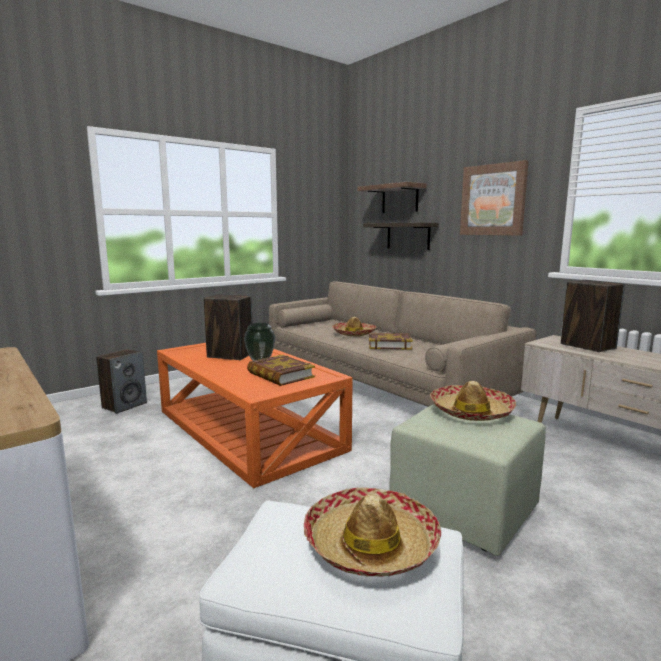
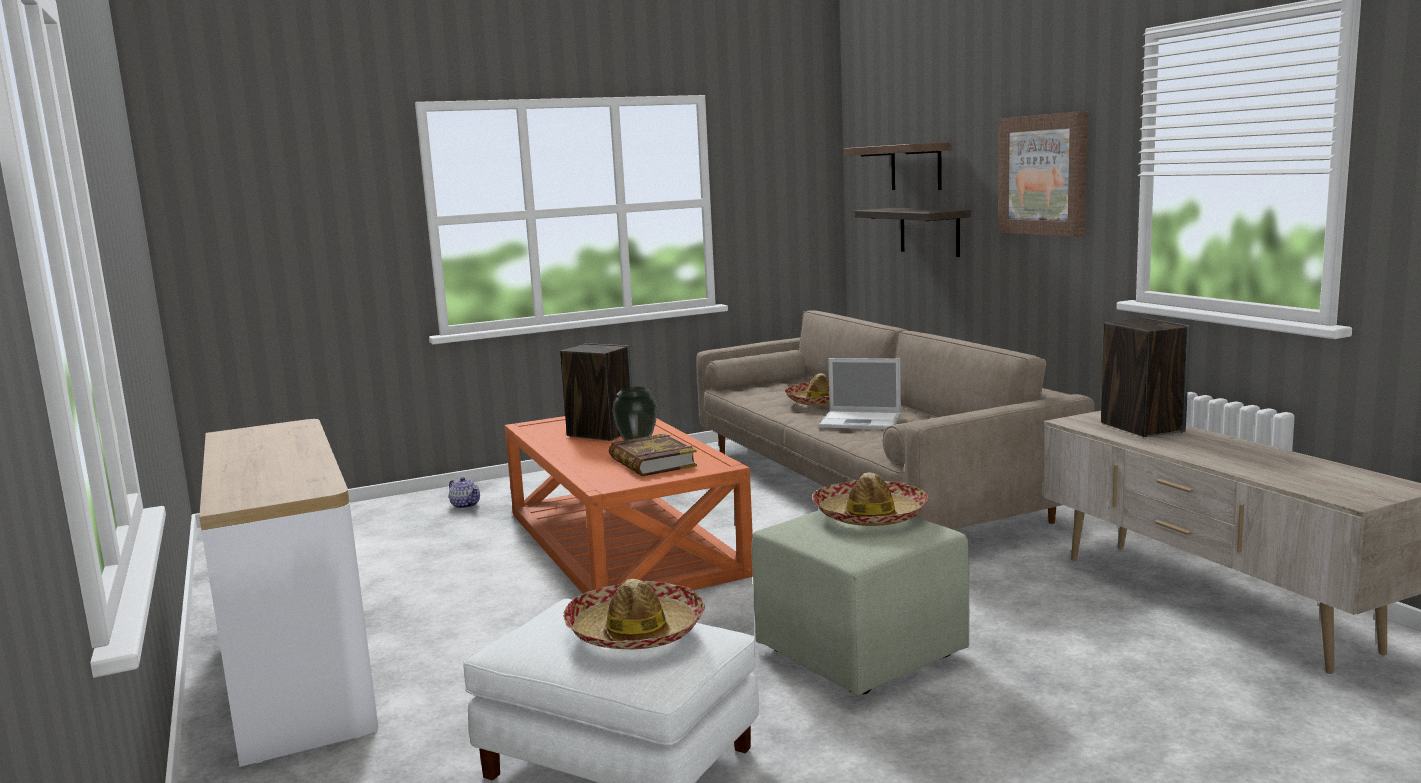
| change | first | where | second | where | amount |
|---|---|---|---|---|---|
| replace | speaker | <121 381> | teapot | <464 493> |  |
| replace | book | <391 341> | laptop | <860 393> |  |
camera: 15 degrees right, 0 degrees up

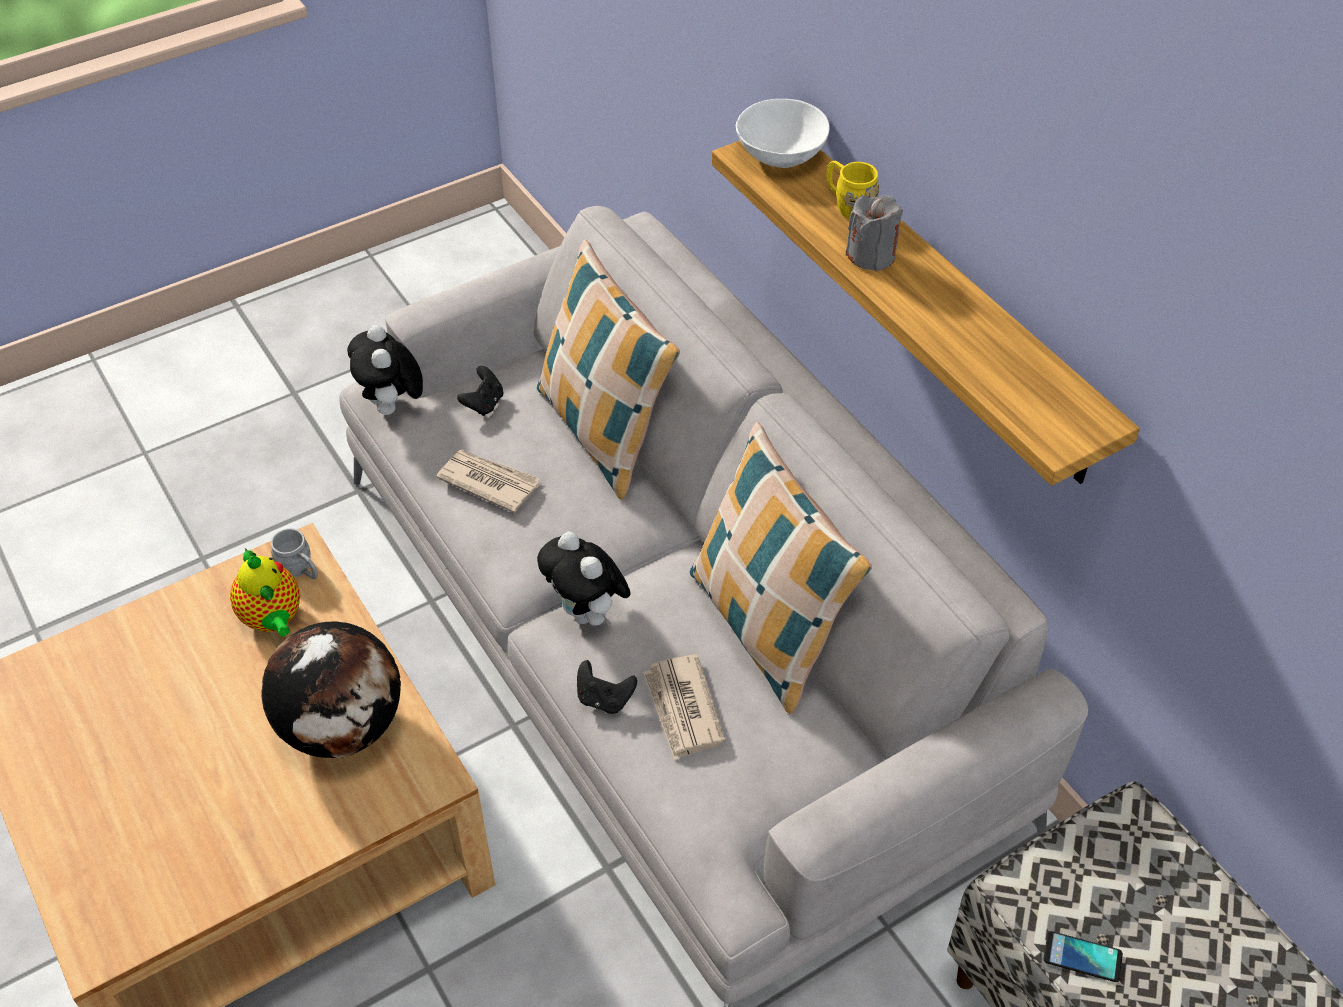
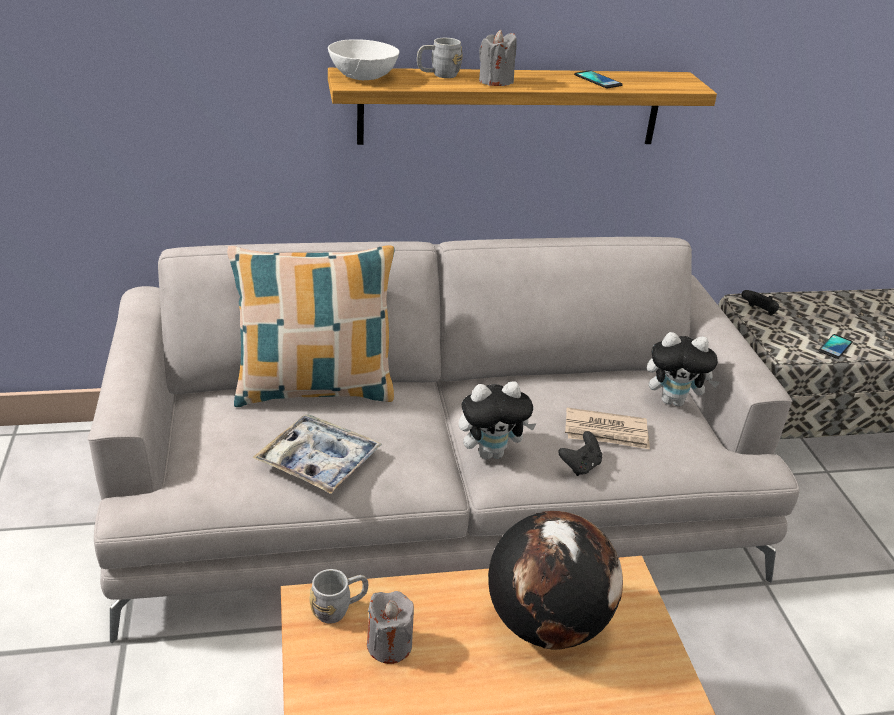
| change | first | where | second | where | amount |
|---|---|---|---|---|---|
| replace | teapot | <265 592> | grey candle | <390 627> |  |
| move | plush toy | <385 370> |  | <683 369> |  |
| replace | newspaper | <488 481> | tray | <317 454> |  |
| move | black game controller | <480 391> |  | <760 302> |  |
| delete | pillow | <781 568> |  |  |  |
| recolor | yellow mug | <853 189> | grey mug | <439 58> |  |
| insert |  |  | phone | <598 79> |  |
camera: 70 degrees left, 15 degrees down

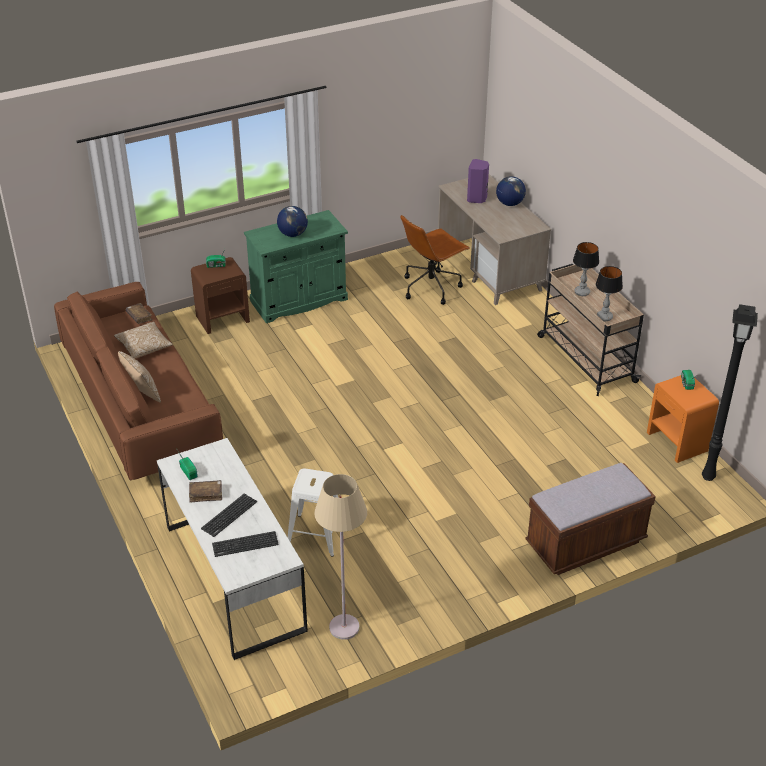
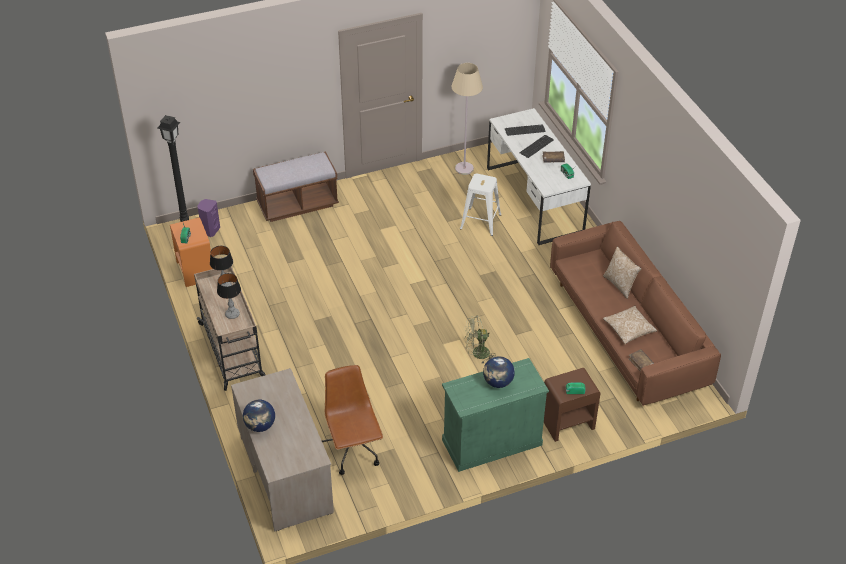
| change | first | where | second | where | amount |
|---|---|---|---|---|---|
| rotate | brown office chair | <435 260> |  | <352 420> | 75 degrees counterclockwise |
| move | purple speaker | <478 181> |  | <208 218> |  |
| insert |  |  | green fan | <480 340> |  |
camera: 175 degrees left, 5 degrees up

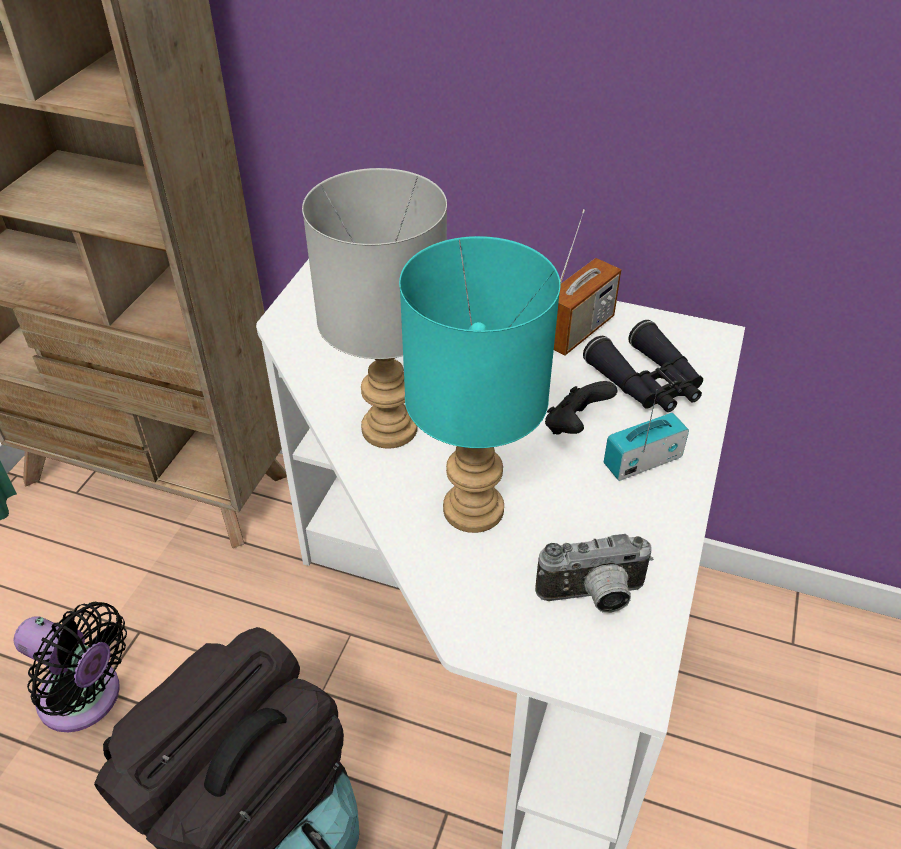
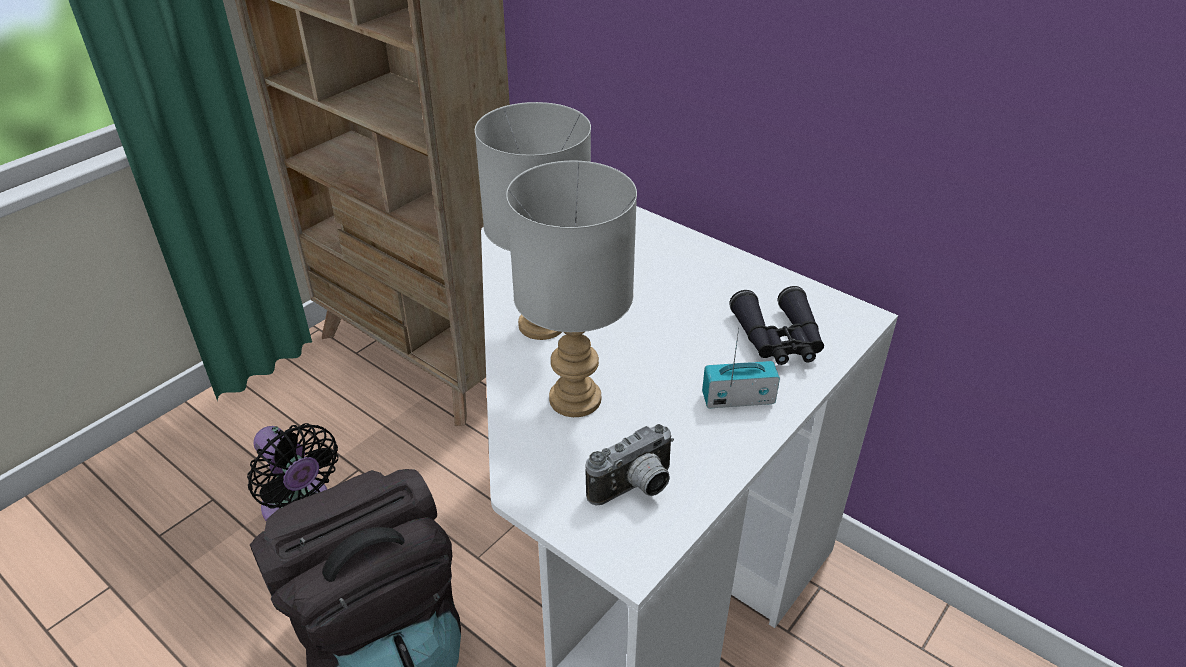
| change | first | where | second | where | amount |
|---|---|---|---|---|---|
| recolor | turquoise table lamp | <480 384> | grey table lamp | <571 289> |  |
| rotate | photo camera | <594 573> |  | <630 464> | 45 degrees counterclockwise |
| delete | black game controller | <581 408> |  |  |  |
| delete | radio | <587 282> |  |  |  |
camera: 20 degrees right, 5 degrees down

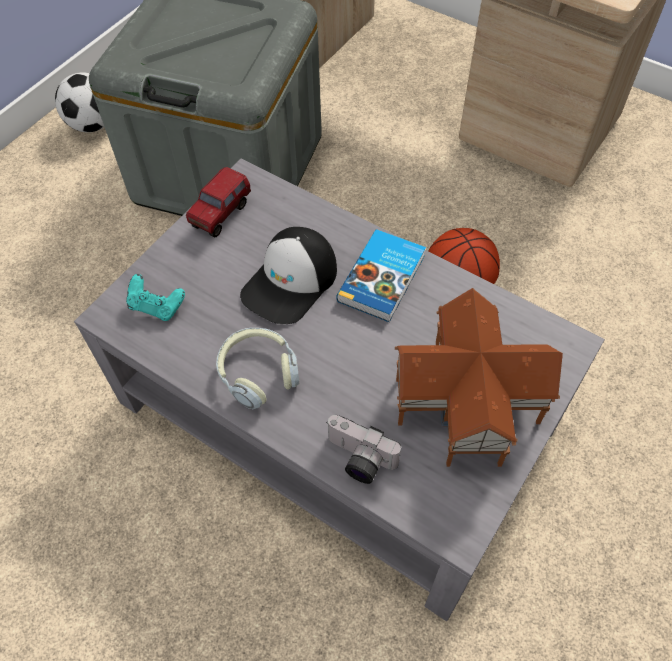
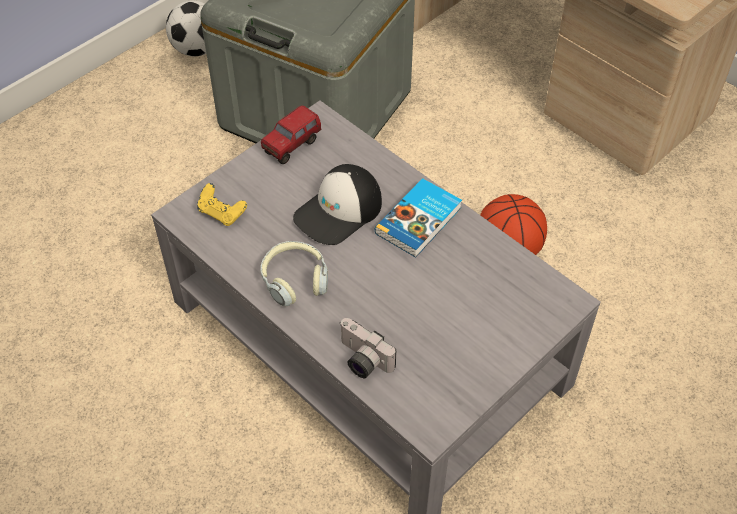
| change | first | where | second | where | amount |
|---|---|---|---|---|---|
| recolor | turquoise game controller | <155 297> | yellow game controller | <222 204> |  |
| delete | toy house | <479 377> |  |  |  |
camera: 10 degrees right, 5 degrees down

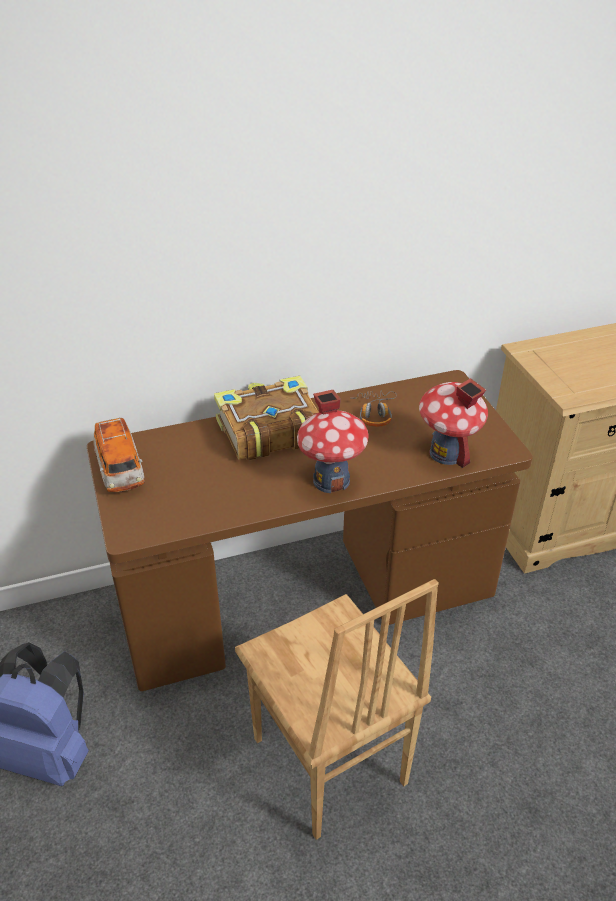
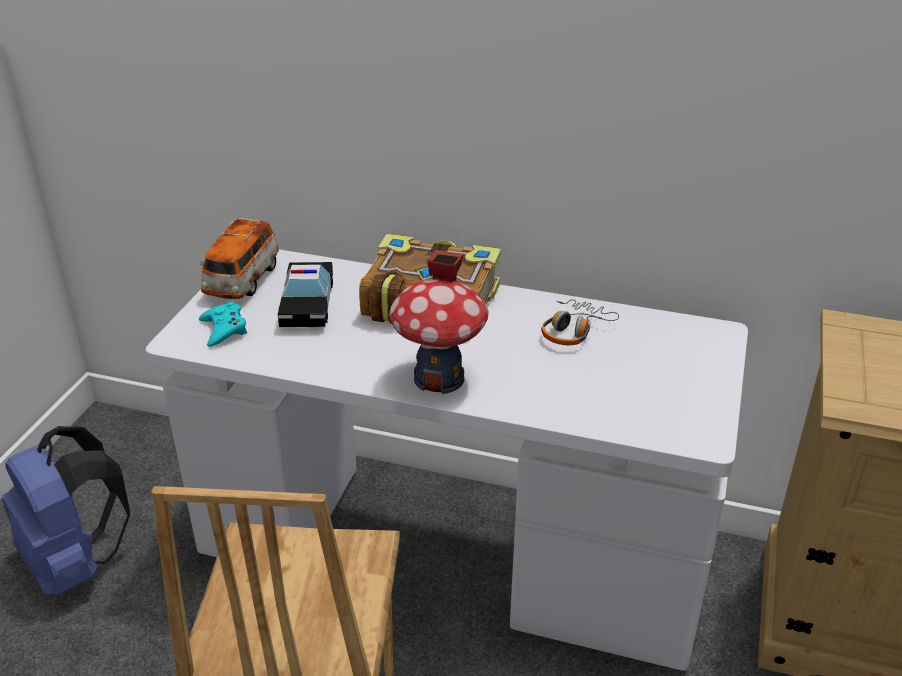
| change | first | where | second | where | amount |
|---|---|---|---|---|---|
| recolor | brown desk | <310 530> | white desk | <447 460> |  |
| delete | toy house | <453 423> |  |  |  |
| insert |  |  | turquoise game controller | <223 324> |  |
| insert |  |  | toy car | <305 294> |  |
camera: 35 degrees right, 5 degrees down

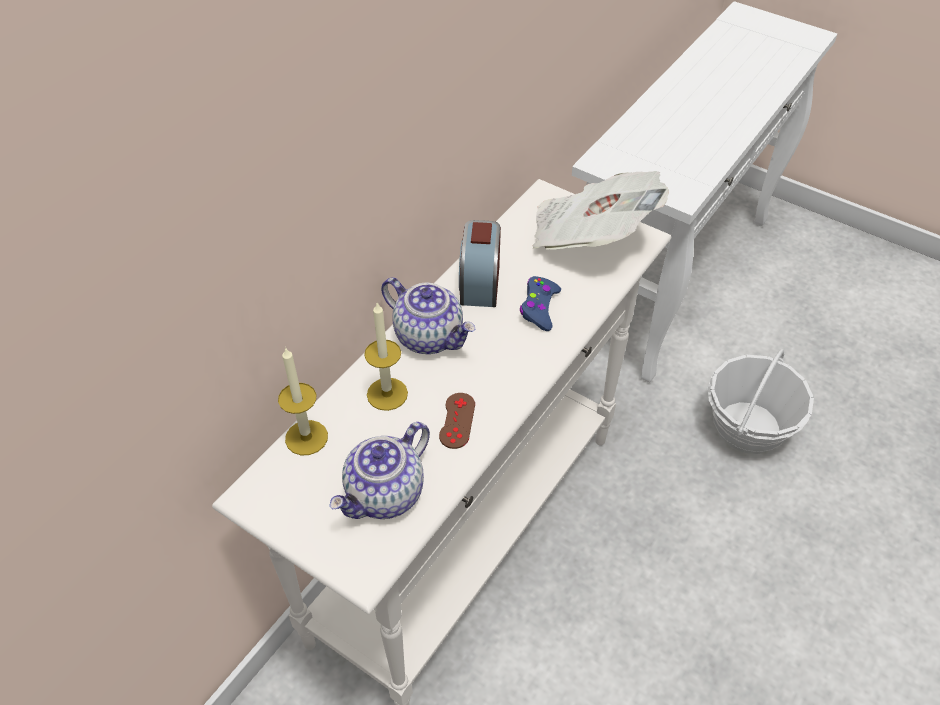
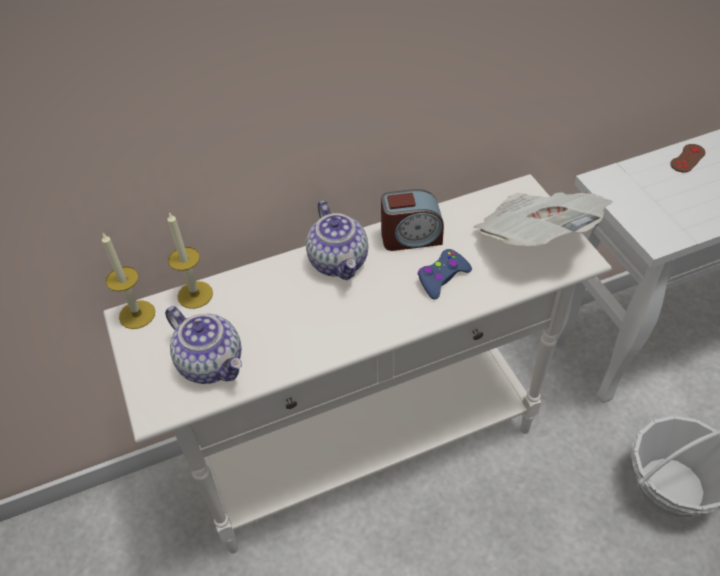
| change | first | where | second | where | amount |
|---|---|---|---|---|---|
| rotate | teapot | <379 470> |  | <203 345> | 120 degrees counterclockwise |
| move | candle | <386 356> |  | <128 281> |  |
| move | brown game controller | <457 421> |  | <688 158> |  |
| rotate | alarm clock | <480 263> |  | <412 220> | 135 degrees counterclockwise |
camera: 35 degrees right, 0 degrees up

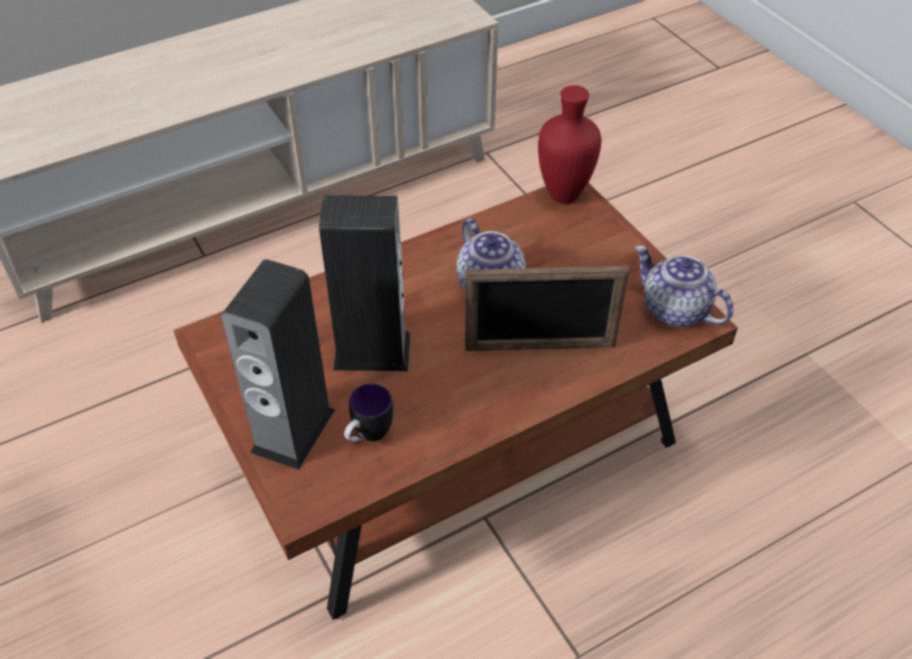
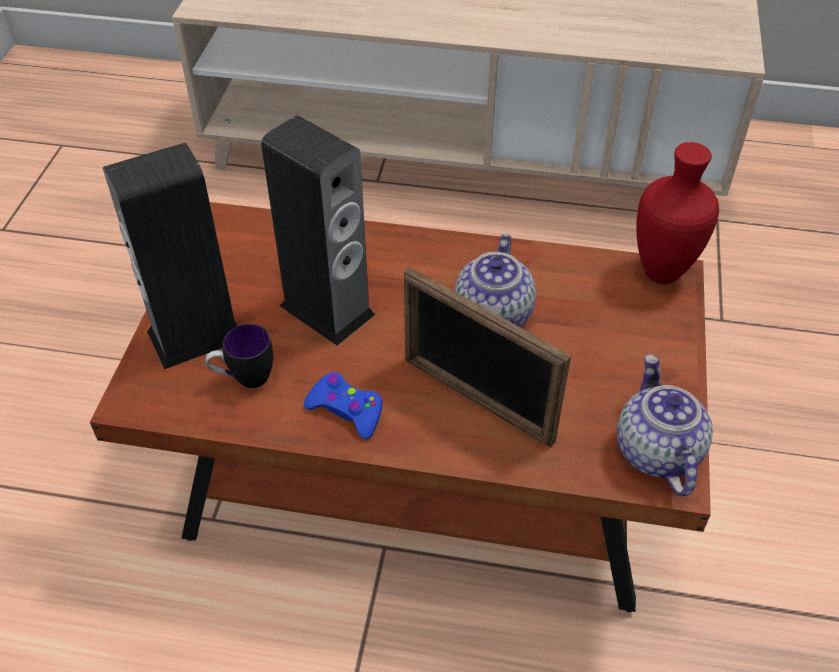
| change | first | where | second | where | amount |
|---|---|---|---|---|---|
| insert |  |  | blue game controller | <343 405> |  |
camera: 40 degrees right, 0 degrees up

